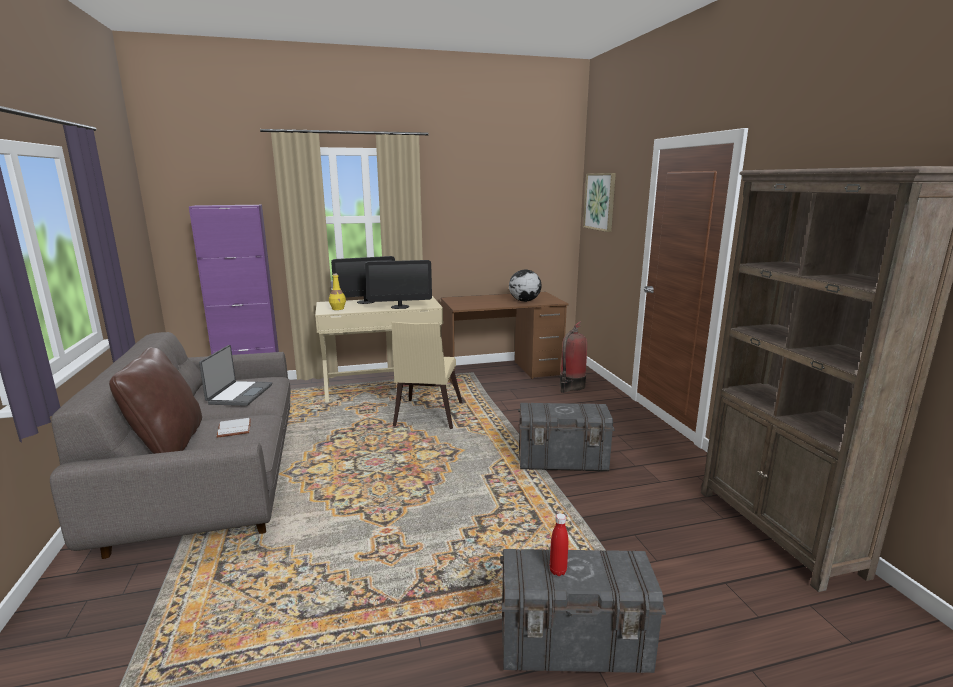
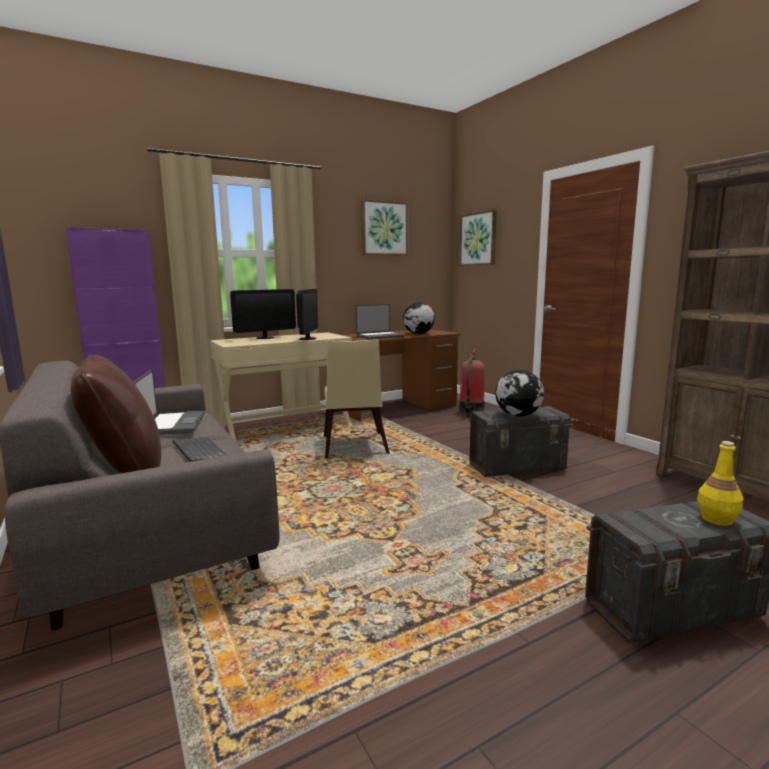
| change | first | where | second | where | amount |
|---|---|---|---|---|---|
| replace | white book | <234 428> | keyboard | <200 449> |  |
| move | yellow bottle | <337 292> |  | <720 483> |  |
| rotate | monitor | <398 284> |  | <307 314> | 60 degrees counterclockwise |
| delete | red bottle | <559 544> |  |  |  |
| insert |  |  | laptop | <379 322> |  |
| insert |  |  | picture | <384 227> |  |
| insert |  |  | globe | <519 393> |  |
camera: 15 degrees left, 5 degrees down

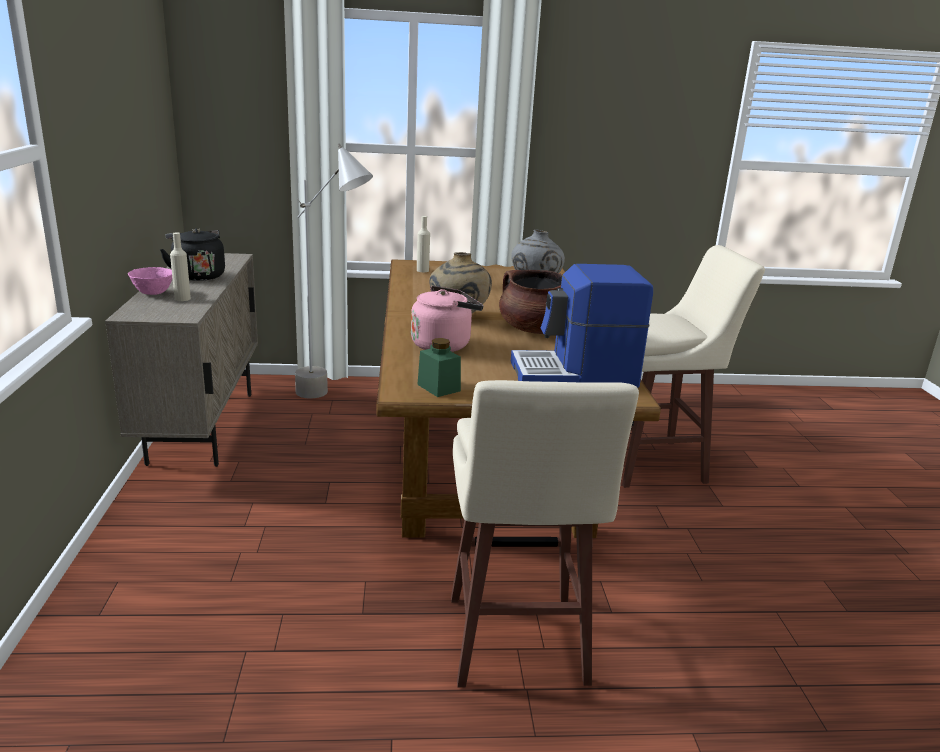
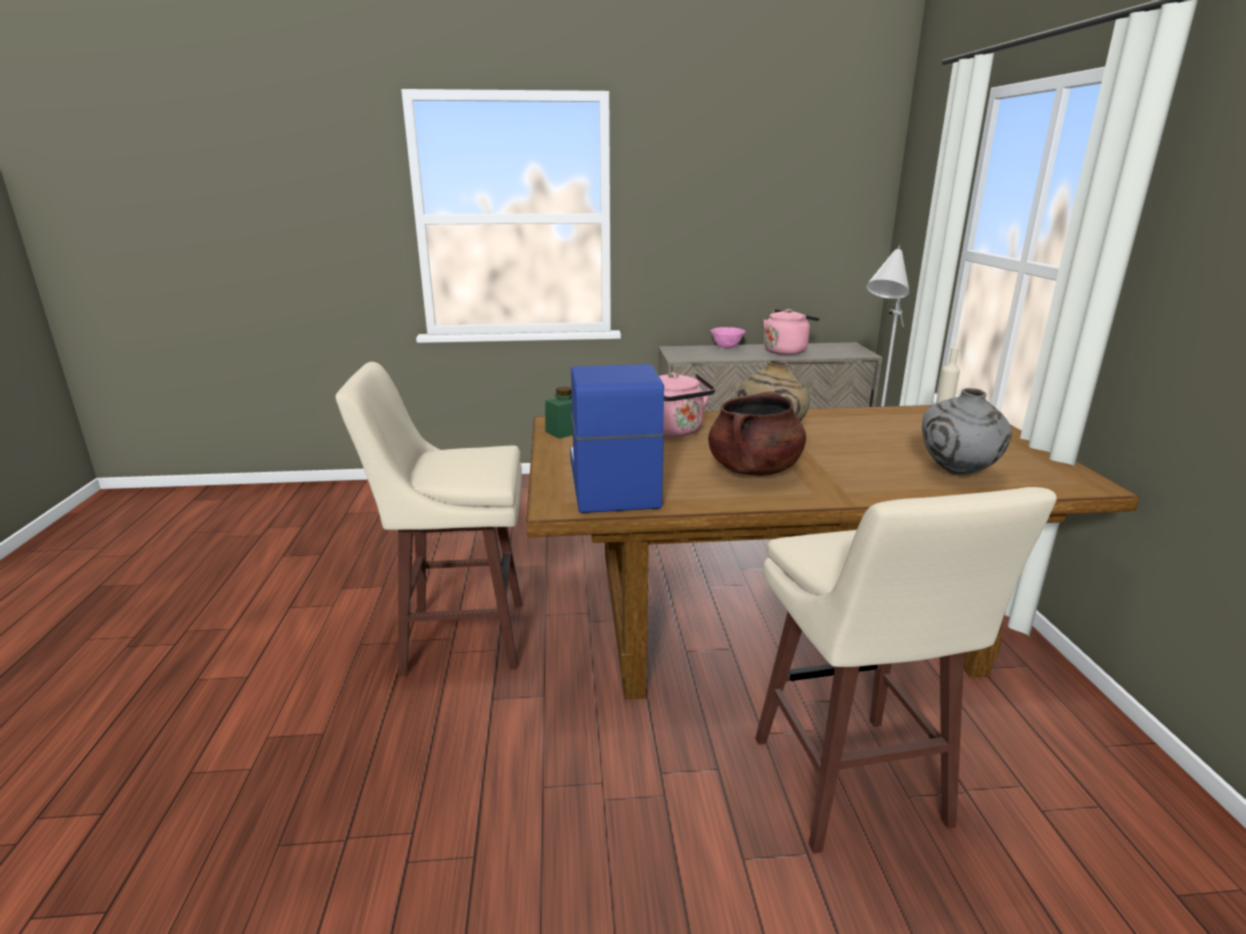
| change | first | where | second | where | amount |
|---|---|---|---|---|---|
| recolor | black kettle | <192 254> | pink kettle | <791 332> |  |
| delete | beige bottle | <180 266> |  |  |  |
camera: 90 degrees right, 0 degrees up

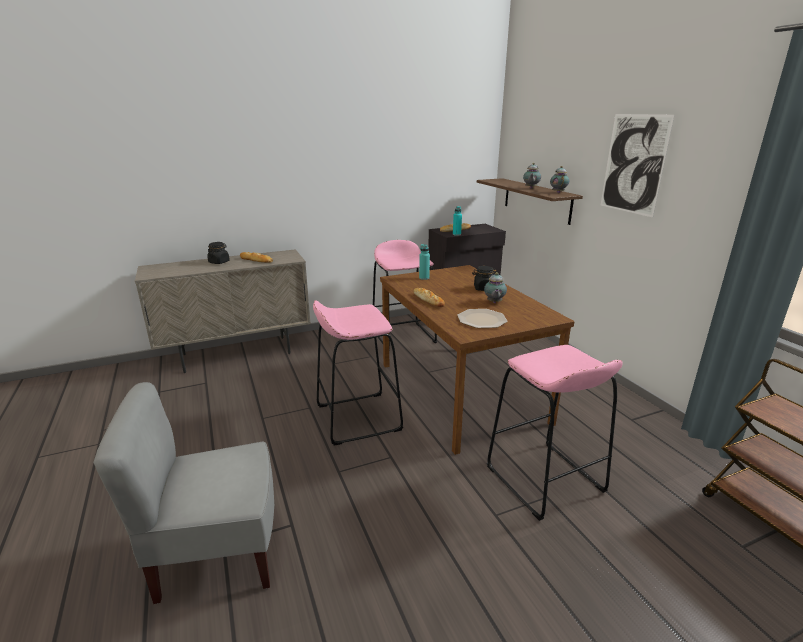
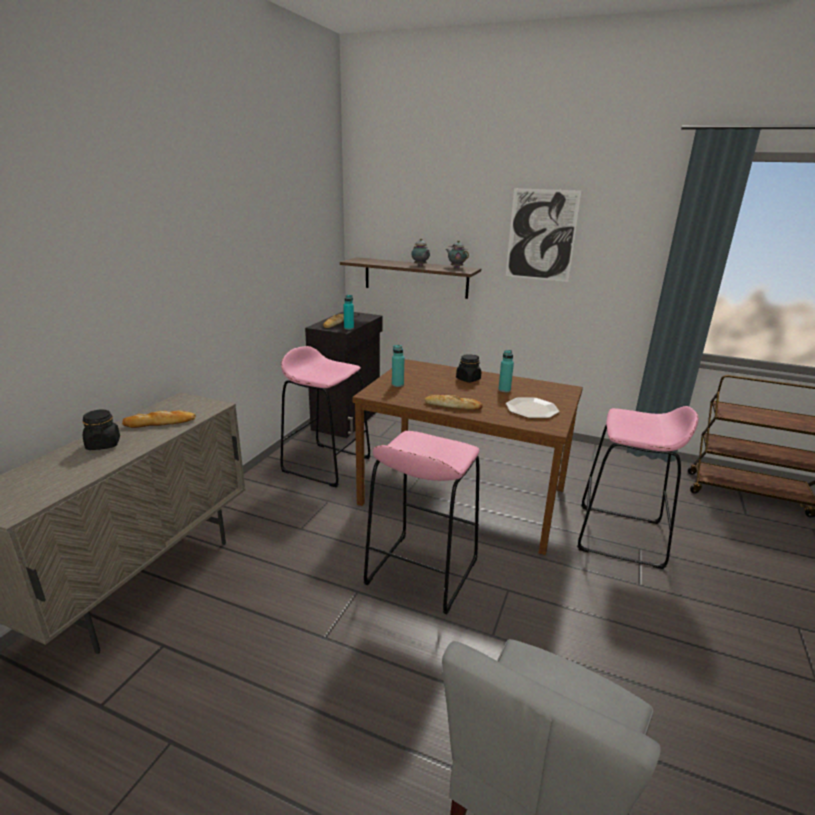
| change | first | where | second | where | amount |
|---|---|---|---|---|---|
| replace | teapot | <495 287> | turquoise bottle | <506 371> |  |
camera: 45 degrees left, 0 degrees up

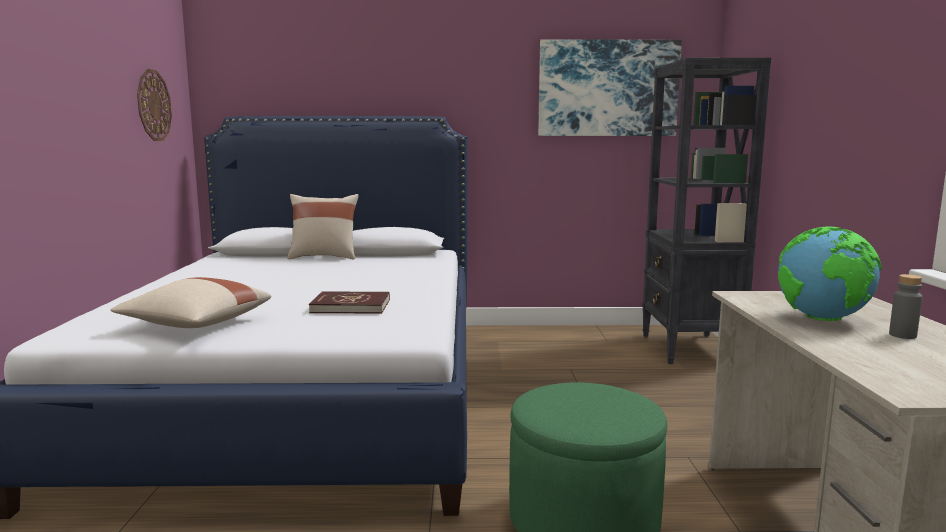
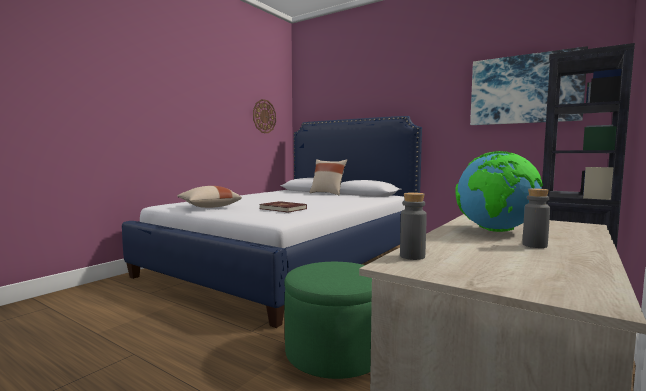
| change | first | where | second | where | amount |
|---|---|---|---|---|---|
| insert |  |  | grey bottle | <413 226> |  |
camera: 35 degrees right, 5 degrees down

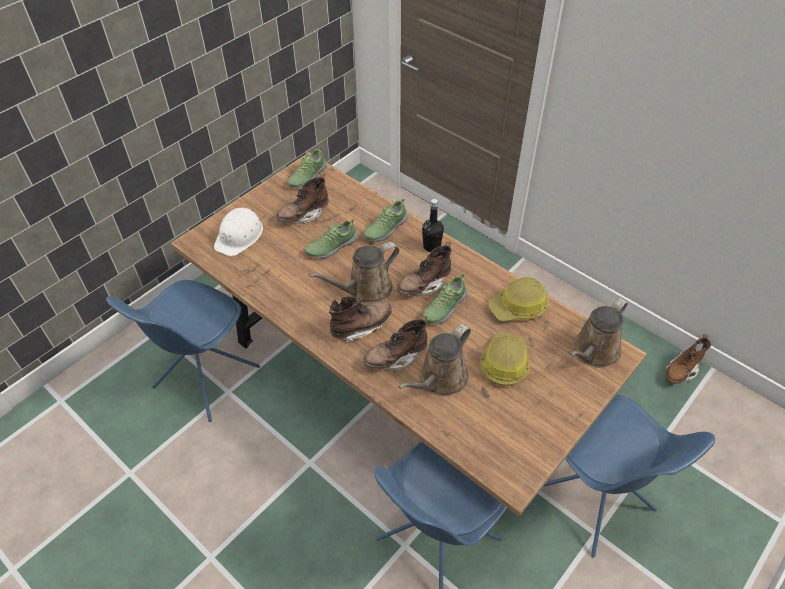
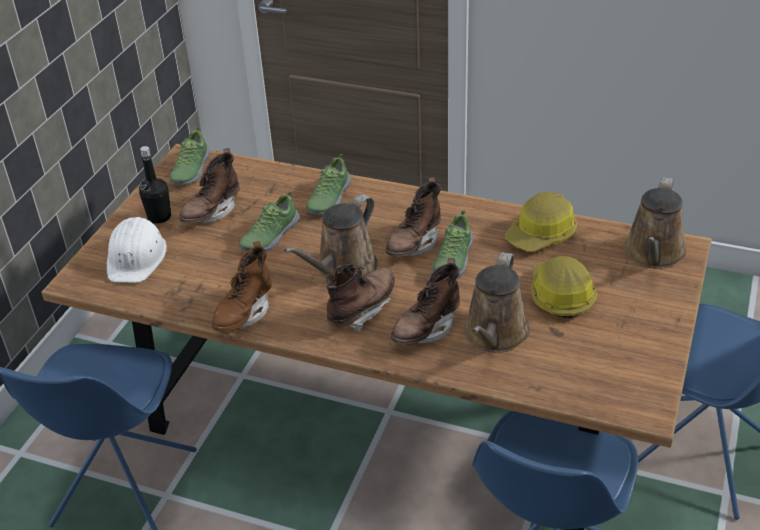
| change | first | where | second | where | amount |
|---|---|---|---|---|---|
| move | black bottle | <433 225> |  | <155 185> |  |
| move | brown boot | <688 359> |  | <242 286> |  |
camera: 20 degrees left, 10 degrees down

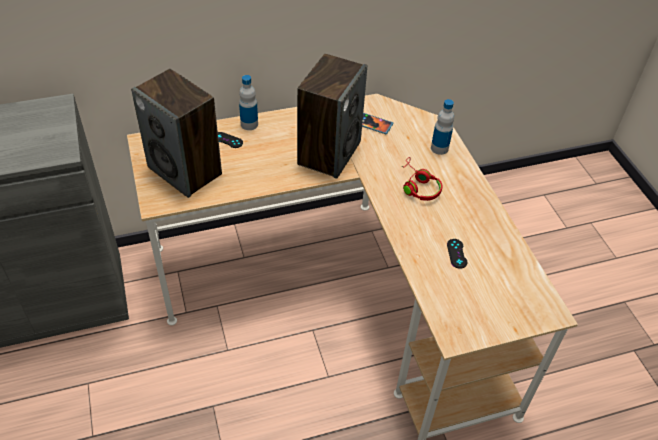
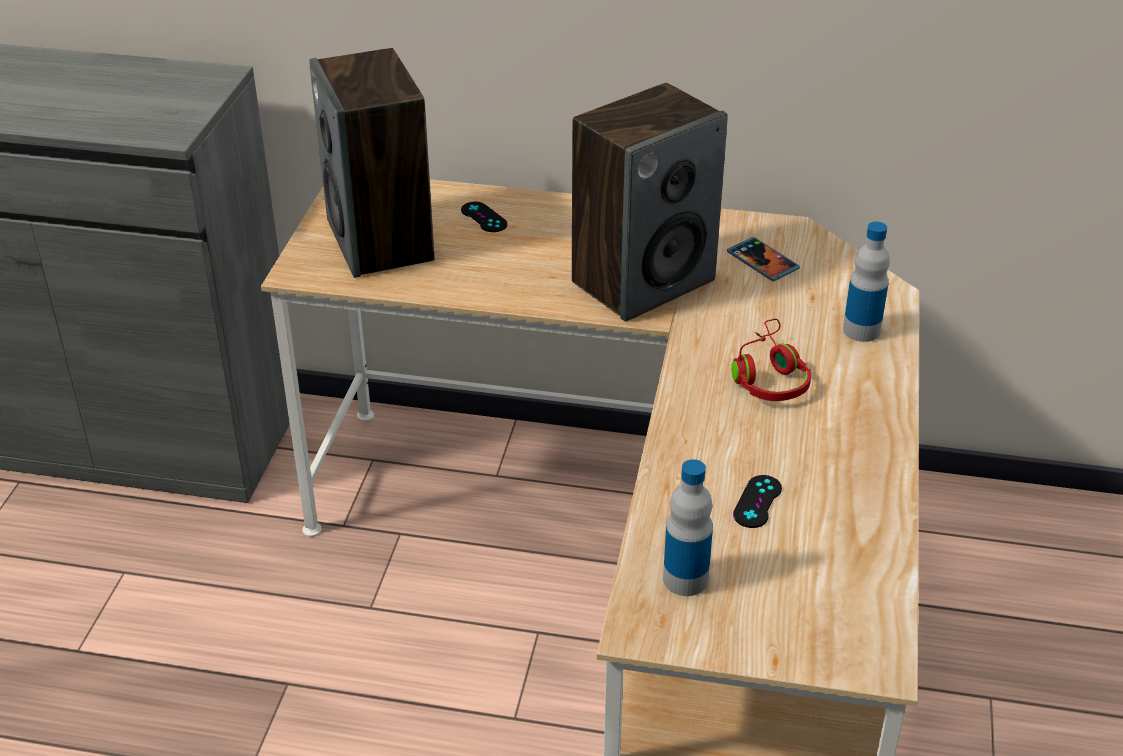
| change | first | where | second | where | amount |
|---|---|---|---|---|---|
| move | bottle | <248 102> |  | <688 527> |  |
camera: 30 degrees right, 10 degrees down

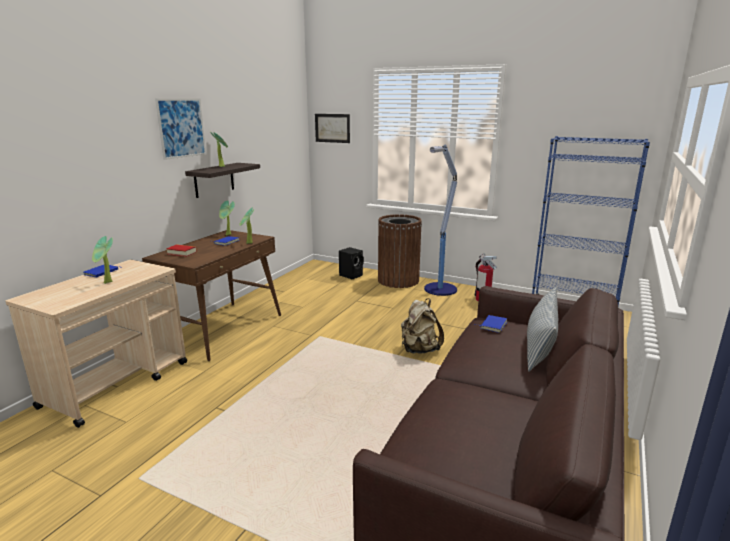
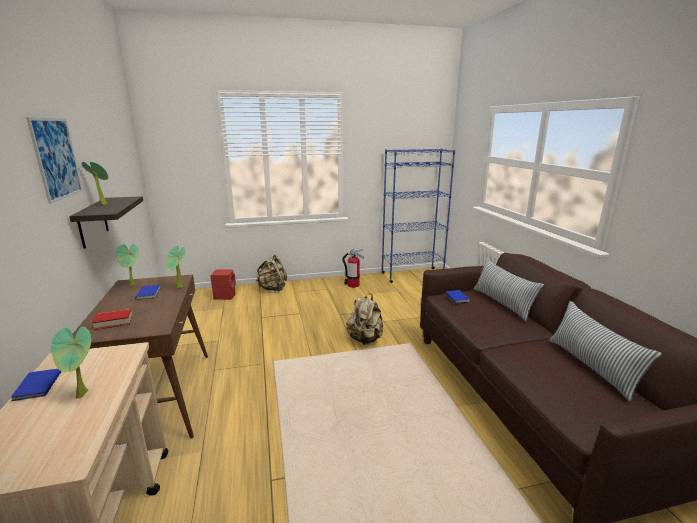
| change | first | where | second | where | amount |
|---|---|---|---|---|---|
| delete | picture | <332 128> |  |  |  |
| recolor | black speaker | <351 263> | red speaker | <223 284> |  |
| replace | brown trash can | <400 251> | beige backpack | <271 273> |  |
| delete | floor lamp | <440 220> |  |  |  |
| insert |  |  | pillow | <605 351> |  |
camera: 40 degrees left, 0 degrees up

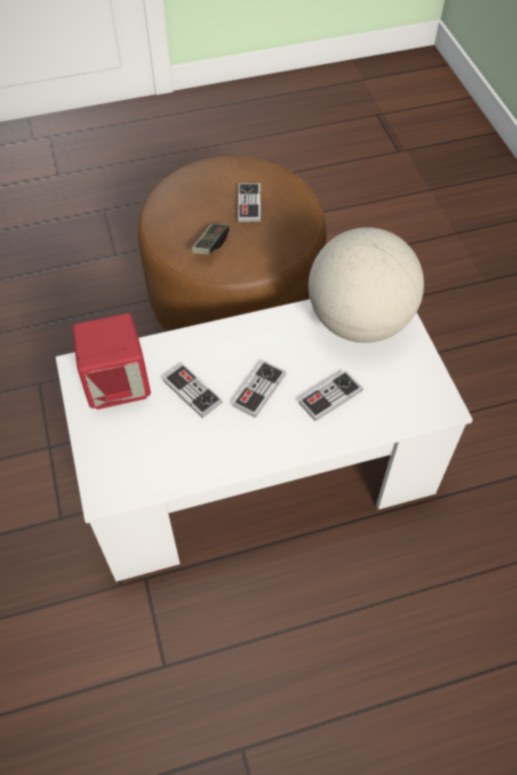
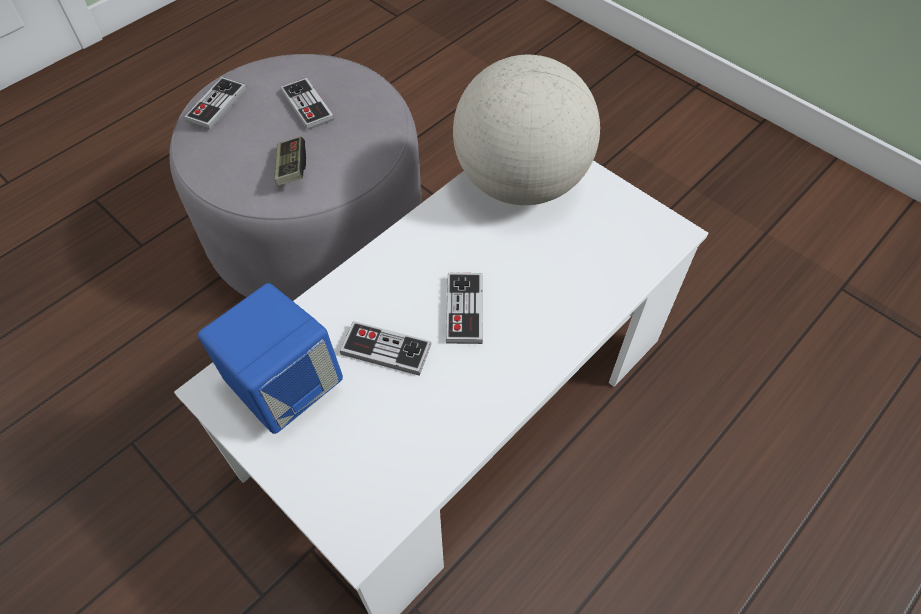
| change | first | where | second | where | amount |
|---|---|---|---|---|---|
| recolor | red speaker | <111 361> | blue speaker | <270 358> |  |
| recolor | brown ottoman | <232 244> | grey ottoman | <295 177> |  |
| move | game controller | <330 396> |  | <215 103> |  |
camera: 30 degrees left, 0 degrees up

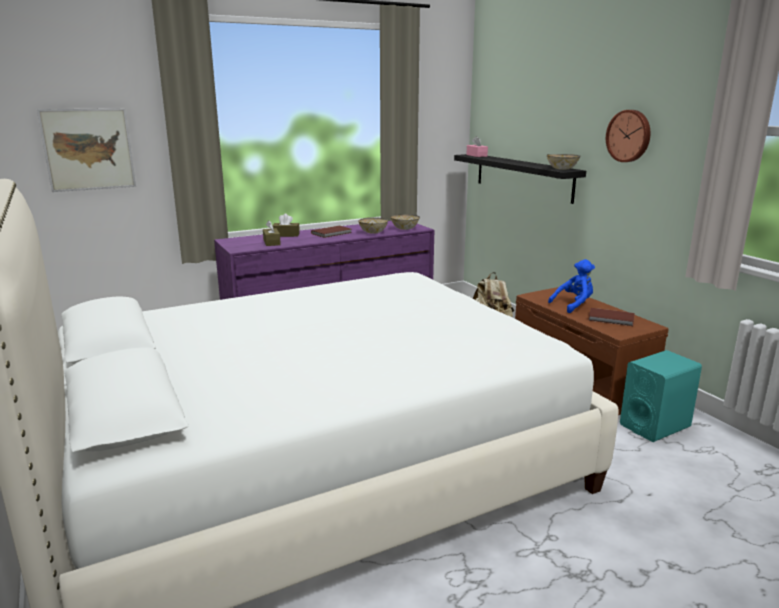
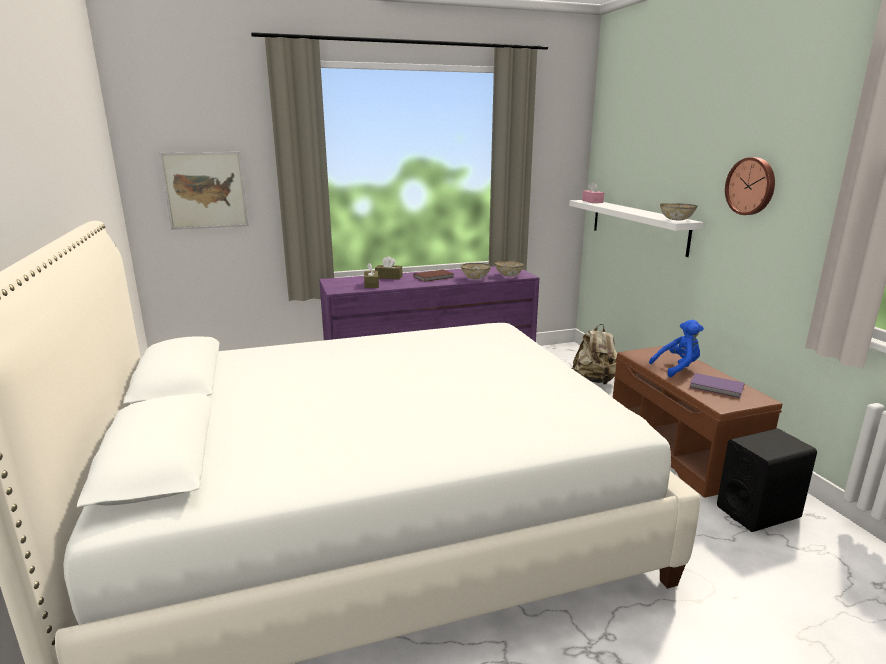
| change | first | where | second | where | amount |
|---|---|---|---|---|---|
| recolor | black shelf | <520 179> | white shelf | <636 228> |  |
| recolor | brown book | <611 317> | purple book | <717 385> |  |
| recolor | turquoise speaker | <661 396> | black speaker | <767 480> |  |
camera: 10 degrees right, 0 degrees up

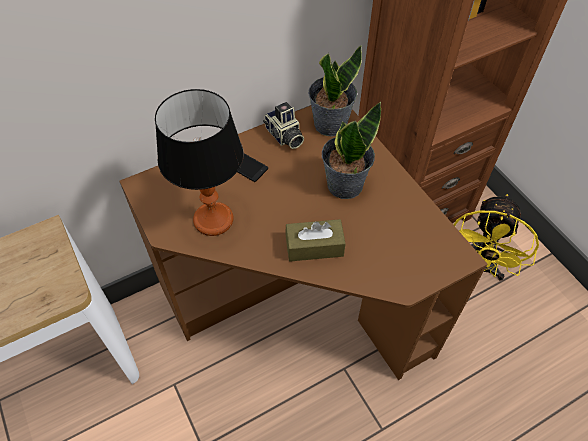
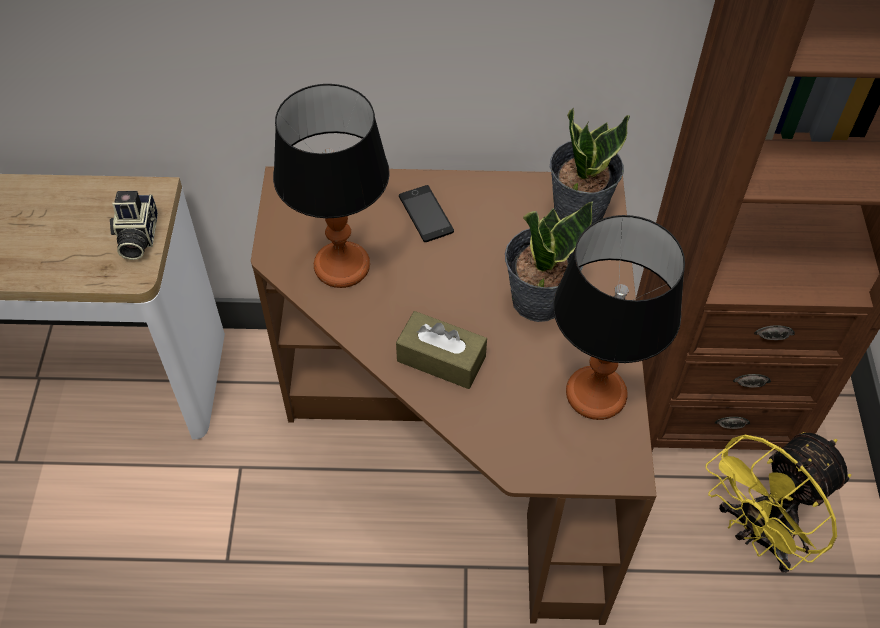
| change | first | where | second | where | amount |
|---|---|---|---|---|---|
| move | photo camera | <283 125> |  | <134 225> |  |
| insert |  |  | table lamp | <619 317> |  |
camera: 30 degrees right, 0 degrees up

